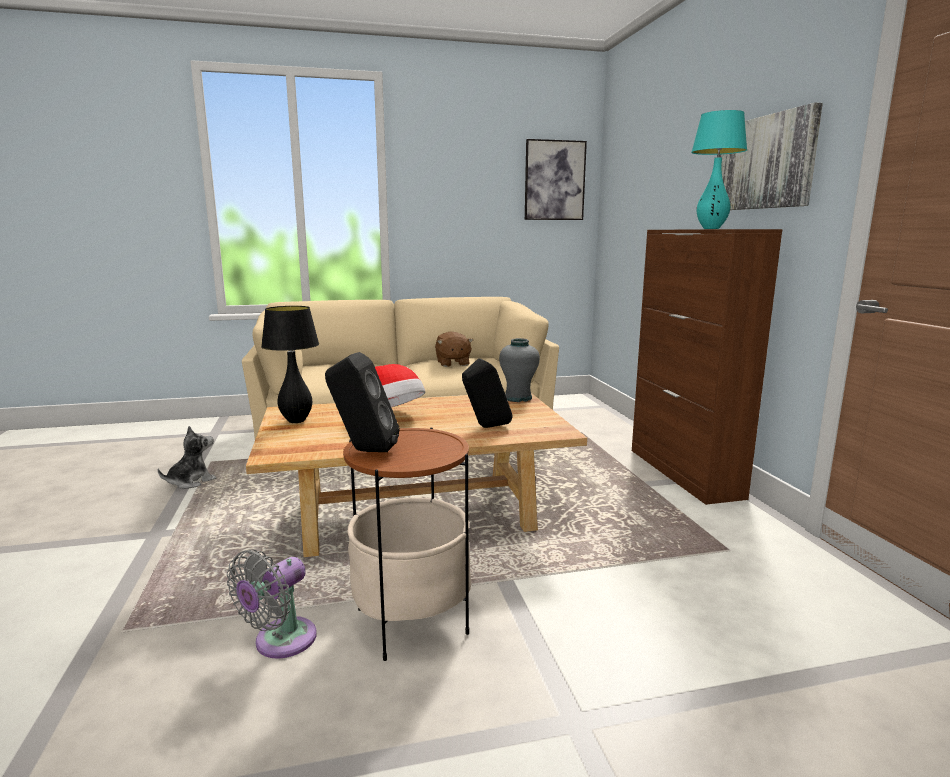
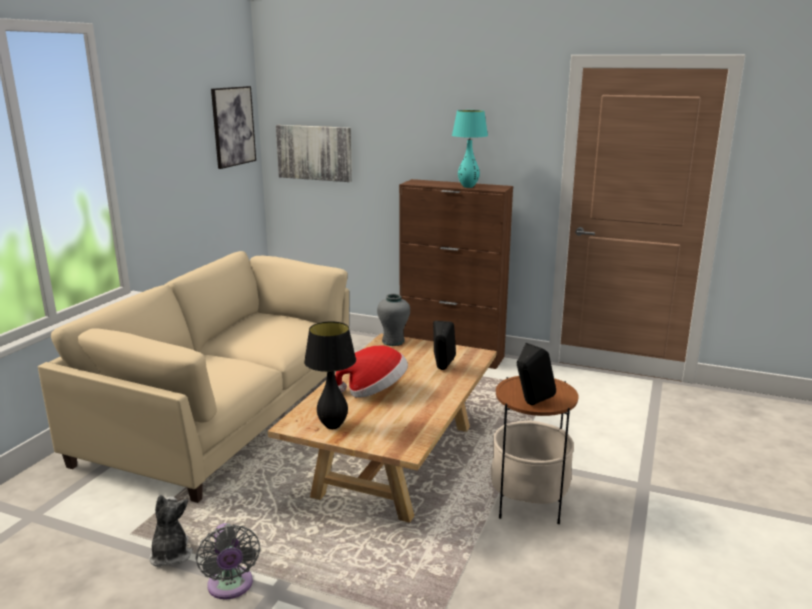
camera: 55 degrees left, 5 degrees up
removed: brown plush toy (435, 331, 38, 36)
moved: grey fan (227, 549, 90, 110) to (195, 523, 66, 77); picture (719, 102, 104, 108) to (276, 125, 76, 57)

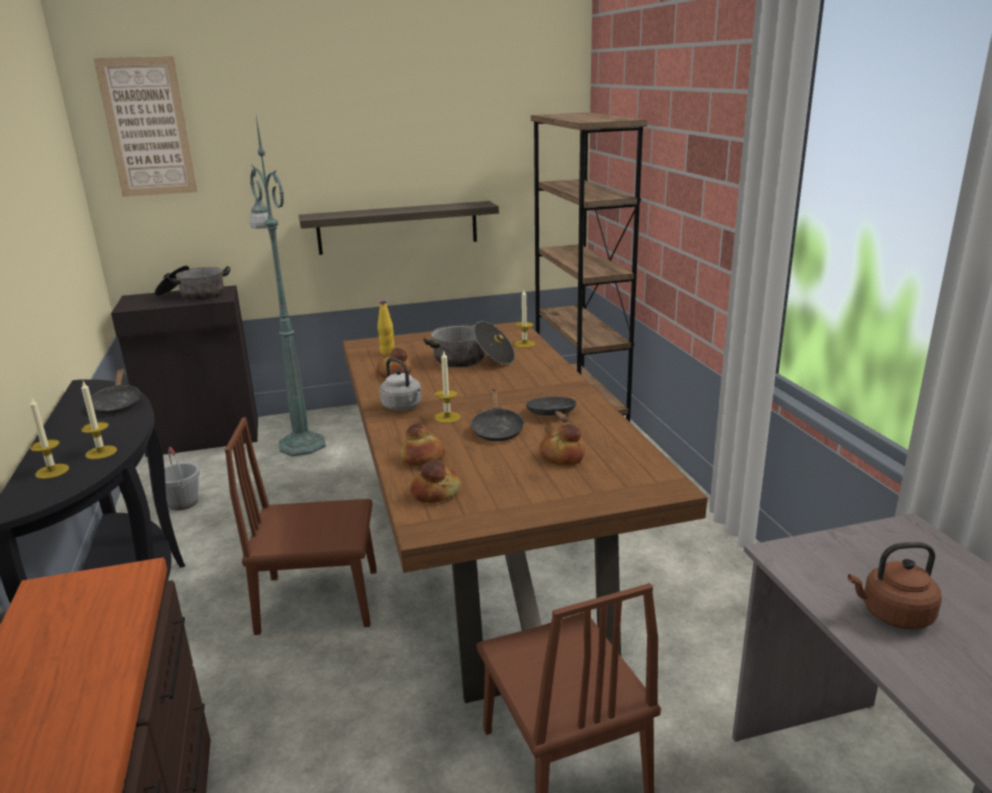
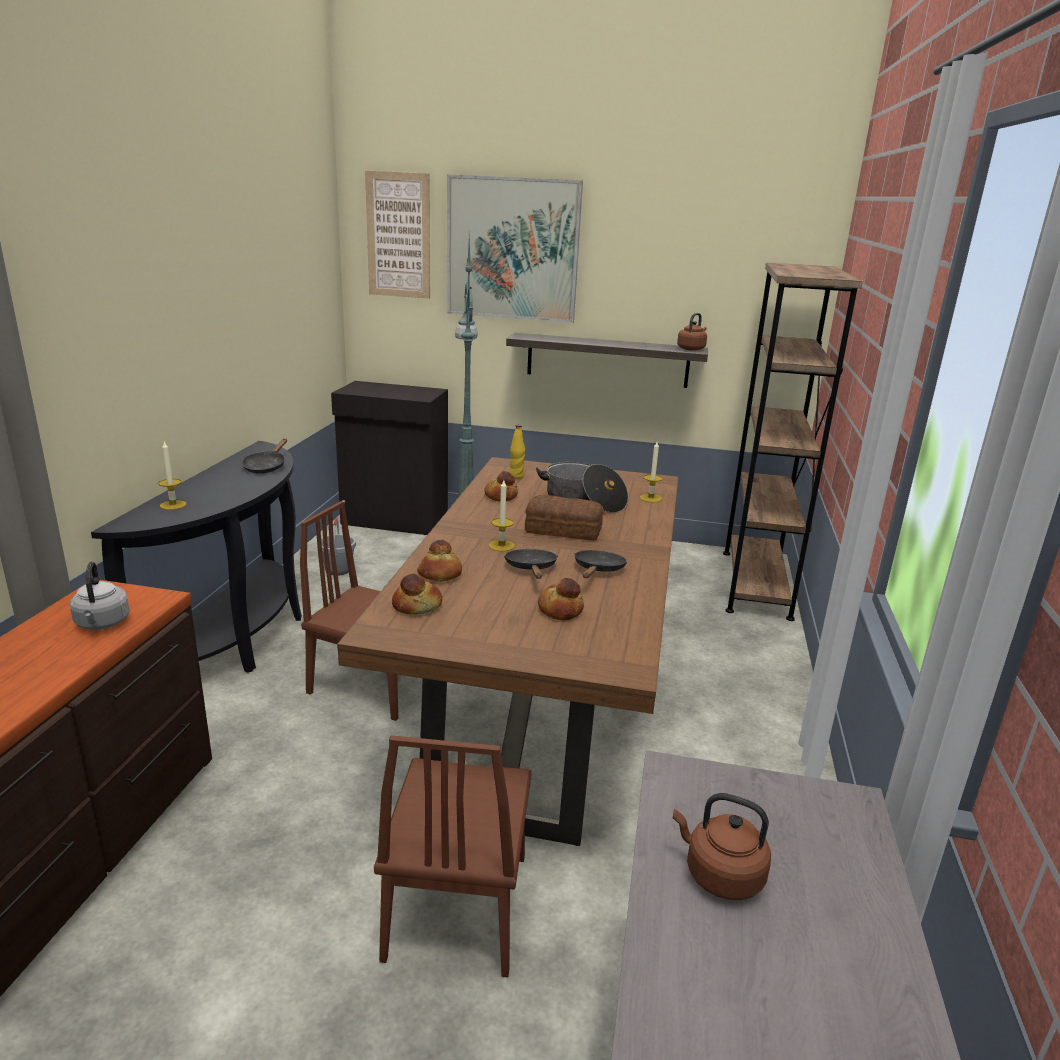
camera: 25 degrees right, 0 degrees up
removed: candle (81, 382, 36, 77); cooking pot (154, 266, 76, 34)
added: picture (447, 174, 136, 149); bread (525, 495, 79, 46); brown kettle (677, 313, 30, 38)
moved: grey kettle (379, 358, 43, 53) to (70, 561, 60, 69)
turned: black frying pan (470, 389, 55, 53) = (504, 549, 54, 30) 150 degrees clockwise

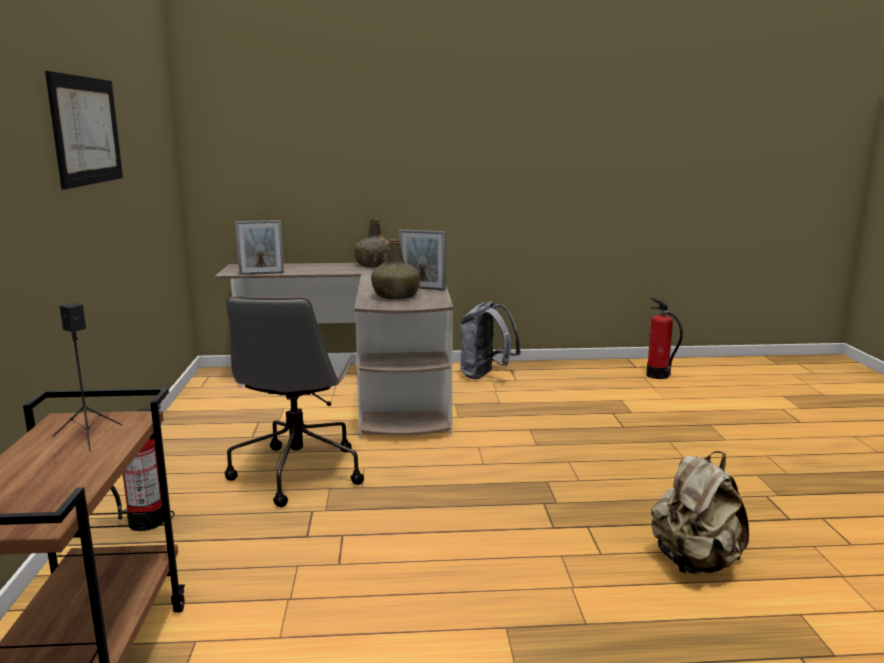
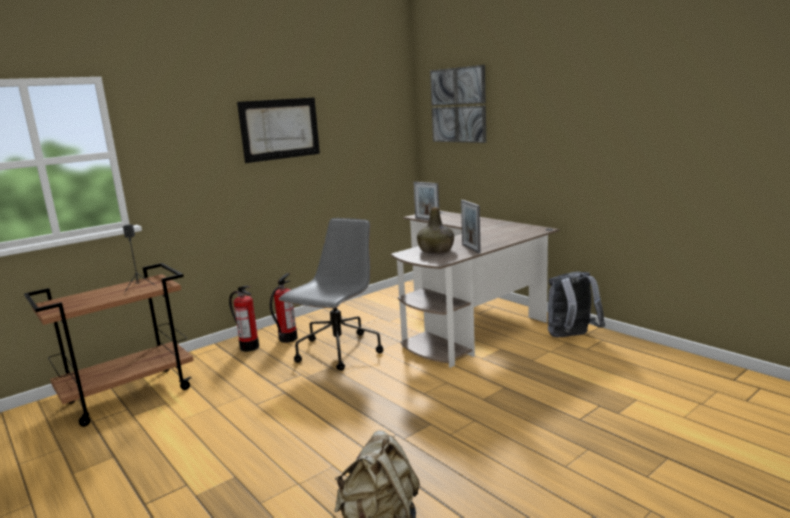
camera: 55 degrees right, 0 degrees up
removed: green bottle (354, 218, 35, 49)
added: picture (430, 65, 56, 78)
moved: fire extinguisher (646, 298, 37, 81) to (270, 273, 28, 70)
turned: grey office chair (224, 296, 140, 211) = (279, 218, 104, 153) 150 degrees clockwise

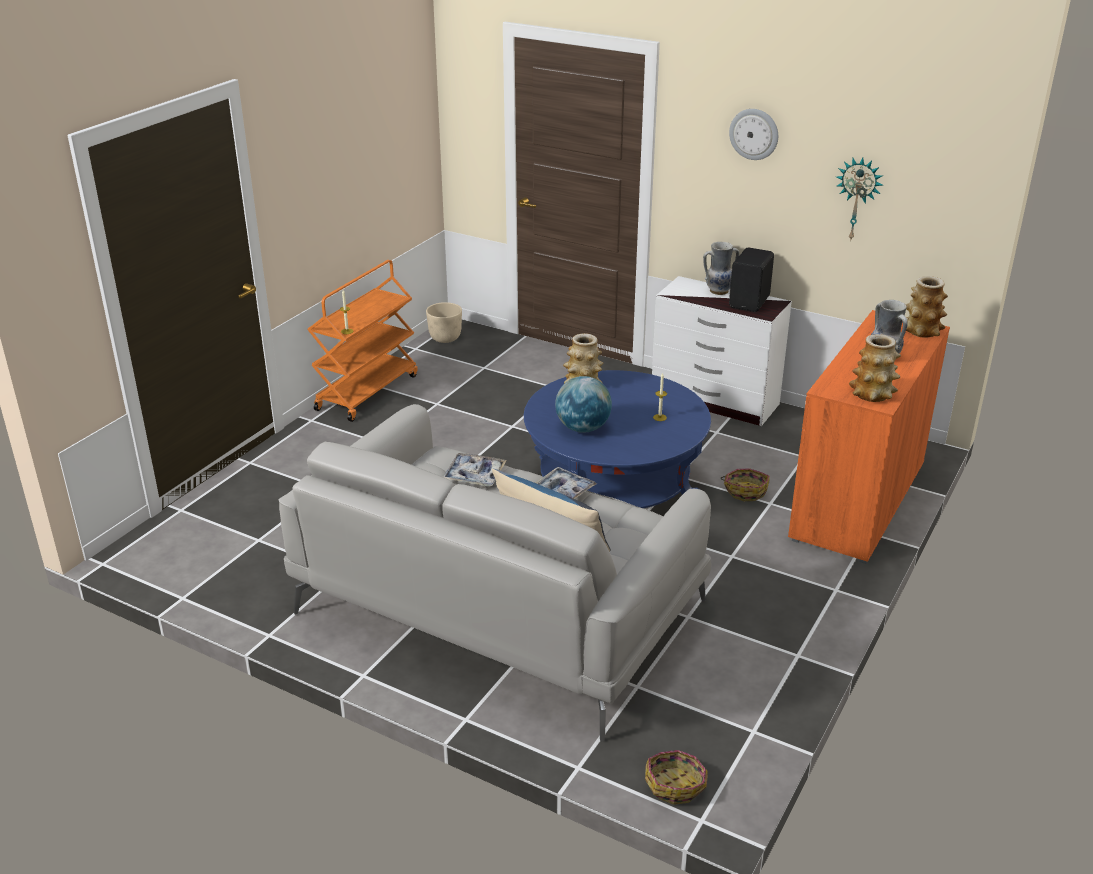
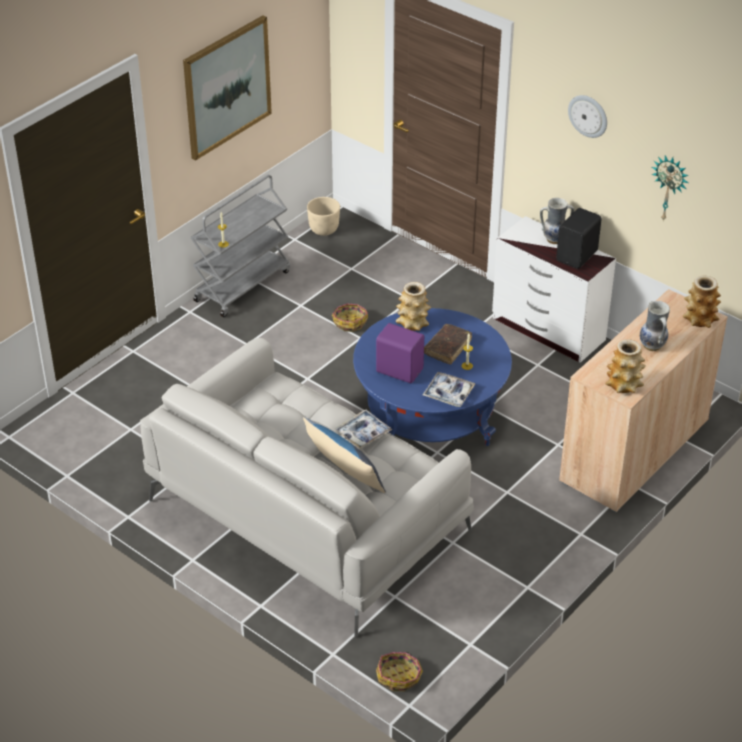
camera: 10 degrees right, 10 degrees up
added: picture (183, 15, 89, 145); brown book (424, 324, 48, 41)
moved: tray (443, 453, 64, 33) to (423, 372, 53, 35); basket (721, 468, 49, 33) to (332, 304, 36, 28)
replaced: globe (555, 376, 57, 57) to purple speaker (376, 323, 48, 61)
recoloured: orange cart (307, 260, 111, 162) to grey cart (190, 175, 100, 142); orange cabinet (788, 310, 162, 254) to beige cabinet (559, 289, 169, 224)

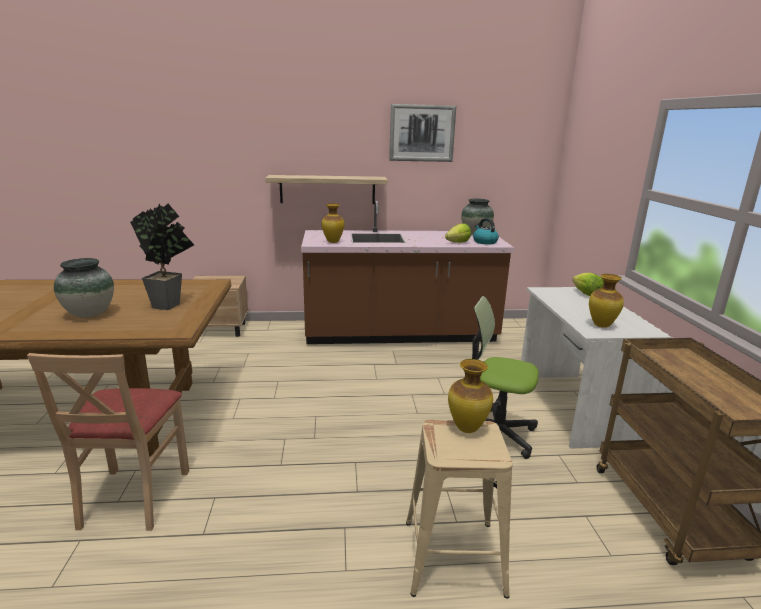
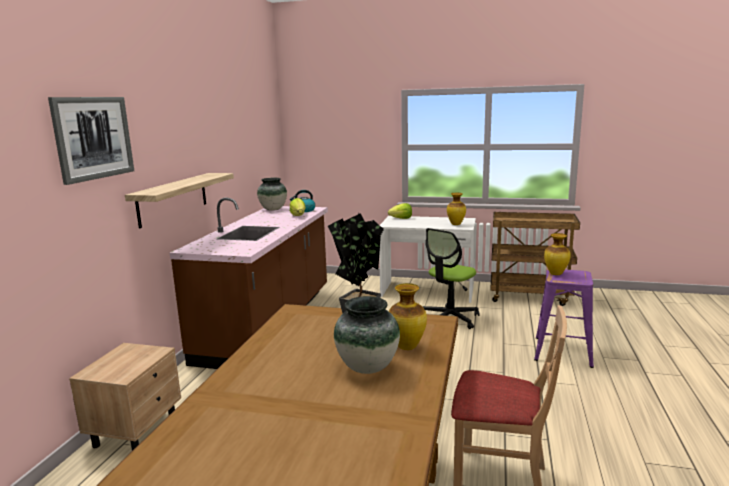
camera: 70 degrees left, 5 degrees down
moved: vase (321, 204, 24, 39) to (389, 283, 38, 67); picture (389, 104, 67, 58) to (48, 97, 86, 88)
recoloured: beige stool (406, 420, 107, 179) to purple stool (534, 269, 60, 99)

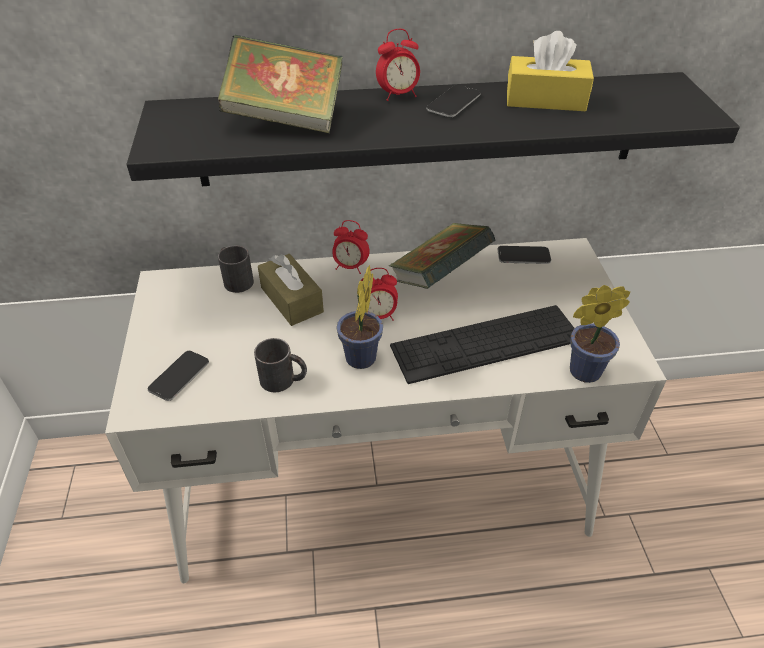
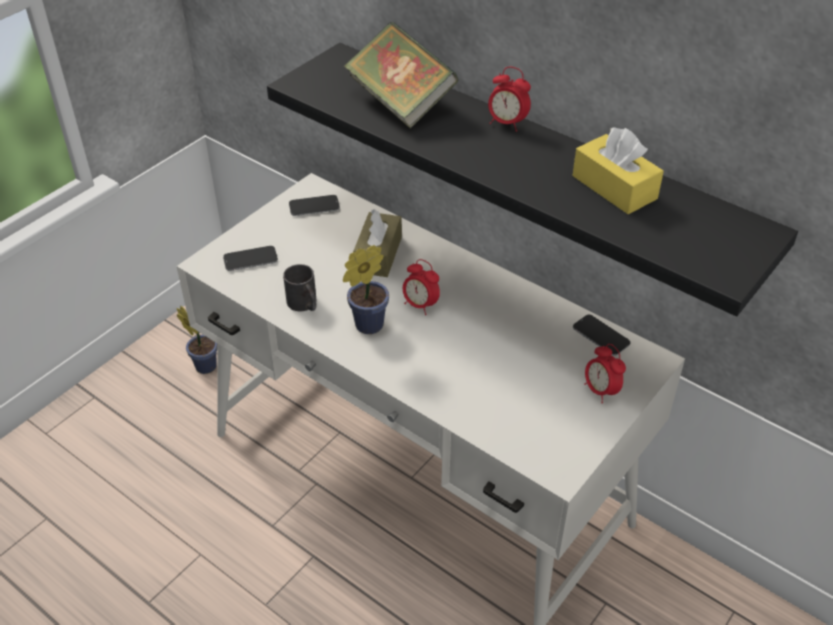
camera: 45 degrees right, 0 degrees up
removed: black mug (218, 245, 36, 48); book (389, 223, 106, 66); keyboard (390, 305, 185, 79)
moved: alarm clock (332, 220, 37, 54) to (584, 344, 42, 59); phone (426, 85, 55, 33) to (289, 195, 51, 21); potted plant (570, 285, 60, 98) to (177, 306, 40, 68)

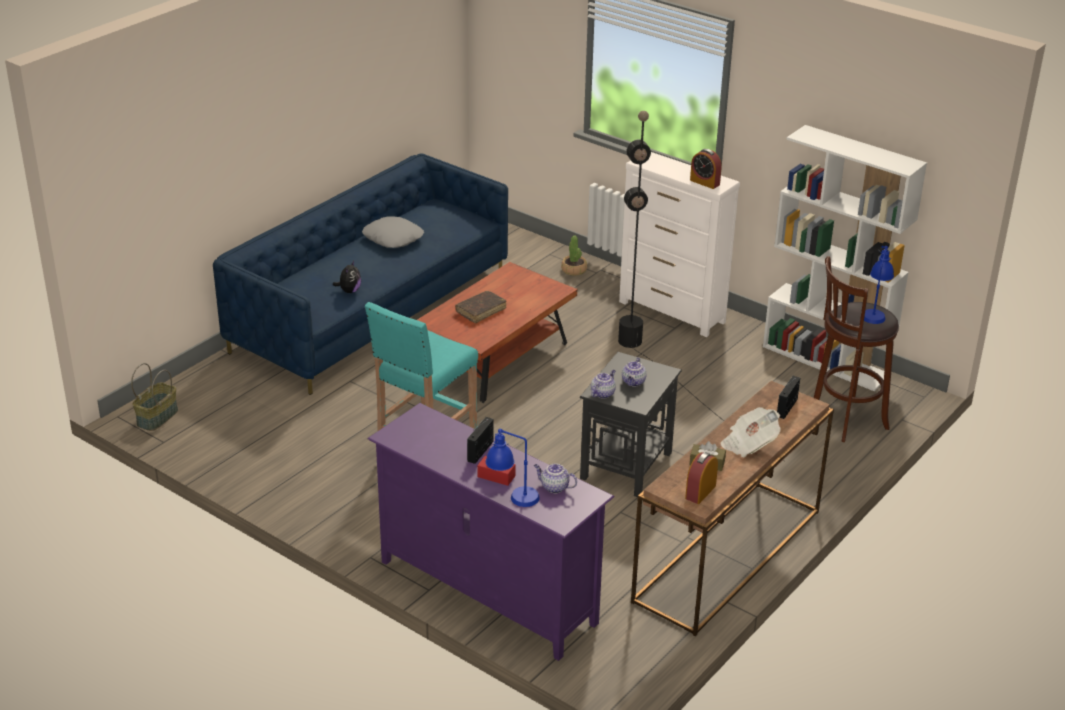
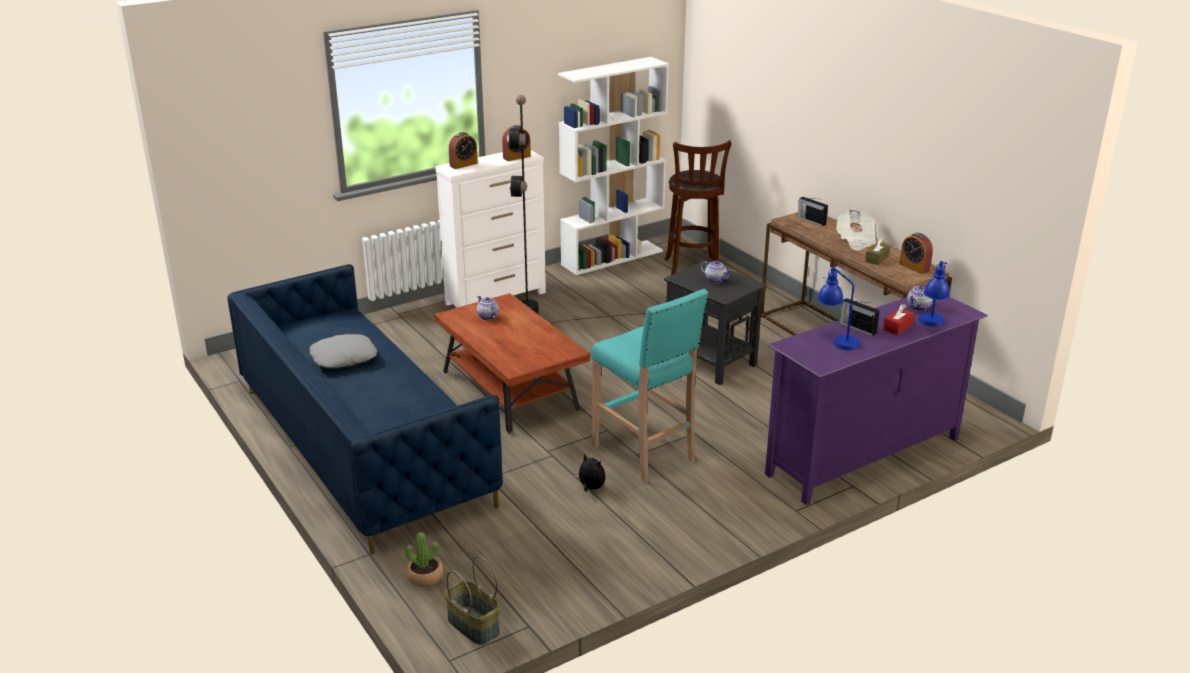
camera: 70 degrees left, 5 degrees down
removed: brown book (455, 291, 51, 32)
added: alarm clock (449, 132, 29, 37)
moved: plush toy (333, 261, 28, 32) to (574, 453, 31, 39); potted plant (561, 236, 26, 40) to (405, 532, 38, 55); teapot (591, 370, 25, 29) to (477, 296, 22, 24); blue table lamp (864, 245, 30, 79) to (817, 266, 43, 84)

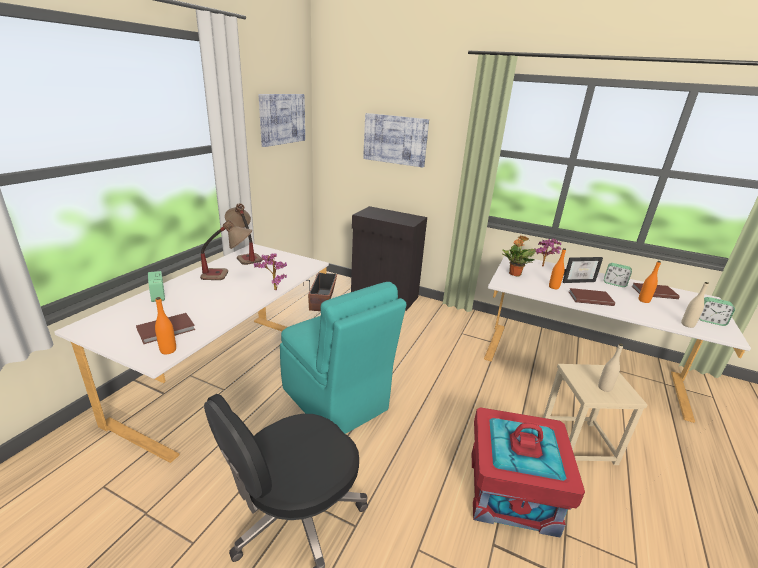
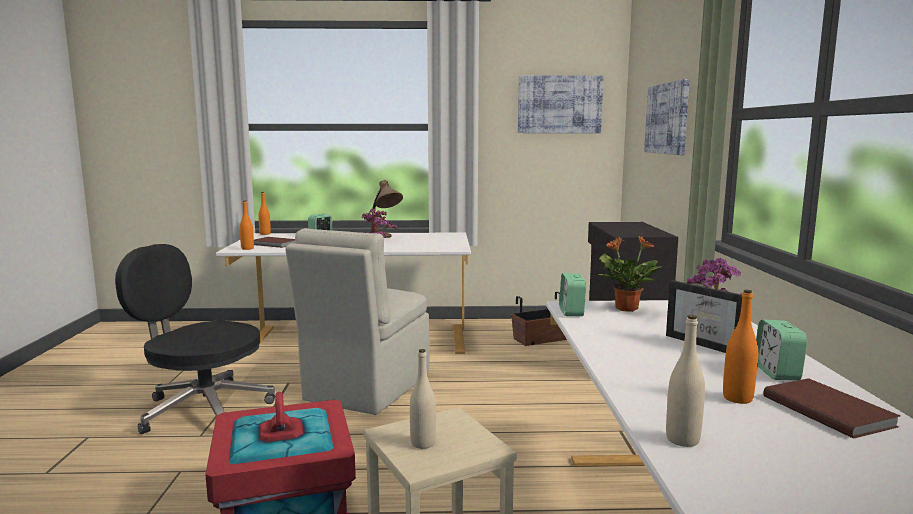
camera: 65 degrees right, 15 degrees down
removed: table lamp (225, 203, 37, 62); brown book (569, 288, 46, 18)
moved: orange bottle (549, 248, 17, 41) to (258, 192, 13, 43); alarm clock (699, 297, 36, 29) to (559, 273, 27, 43)
recoloured: turquoise chair (280, 282, 127, 152) to beige chair (285, 228, 145, 187)

